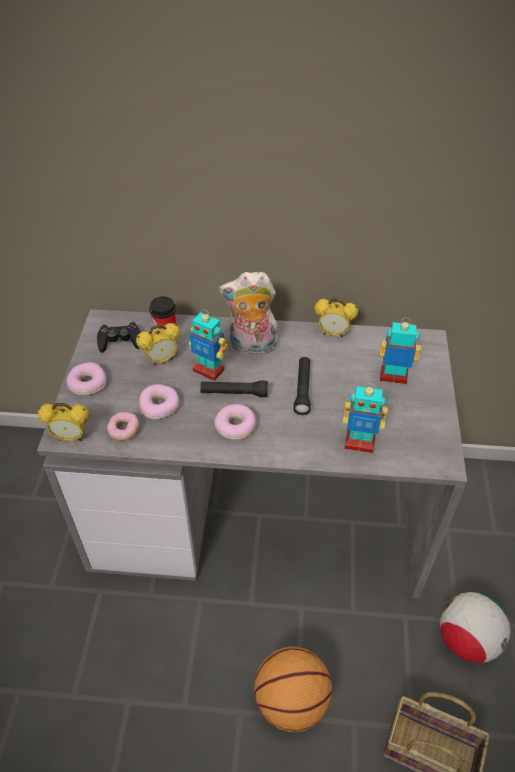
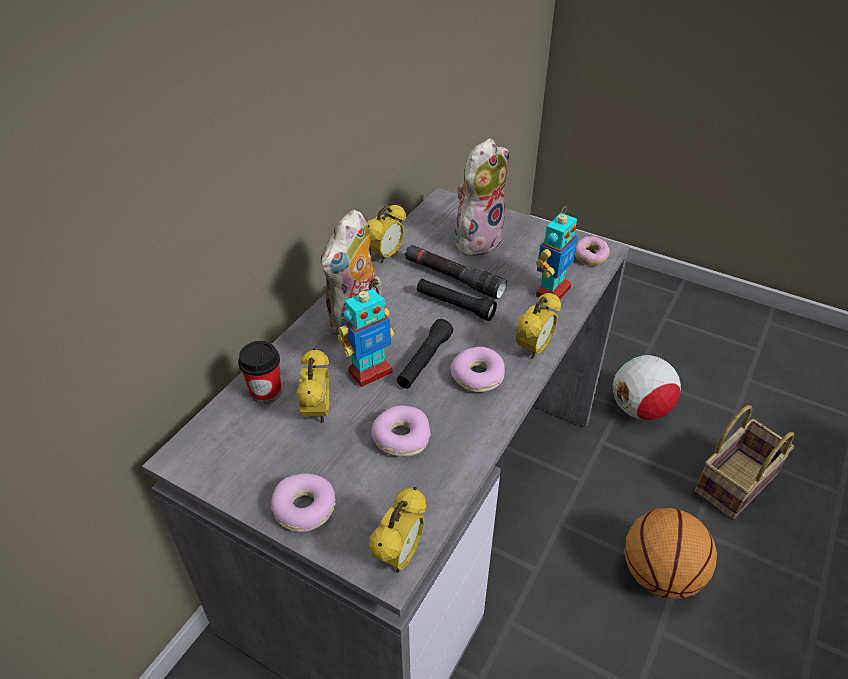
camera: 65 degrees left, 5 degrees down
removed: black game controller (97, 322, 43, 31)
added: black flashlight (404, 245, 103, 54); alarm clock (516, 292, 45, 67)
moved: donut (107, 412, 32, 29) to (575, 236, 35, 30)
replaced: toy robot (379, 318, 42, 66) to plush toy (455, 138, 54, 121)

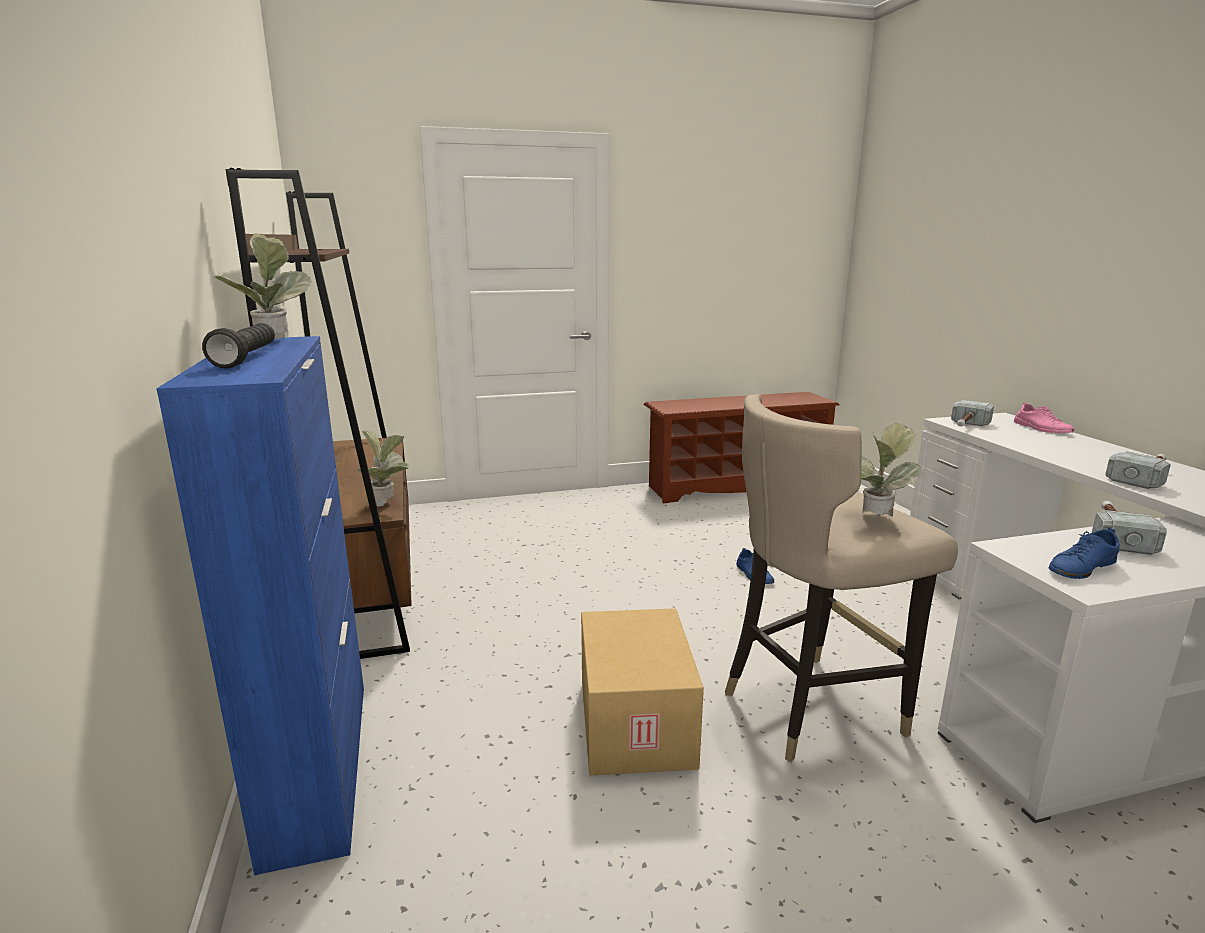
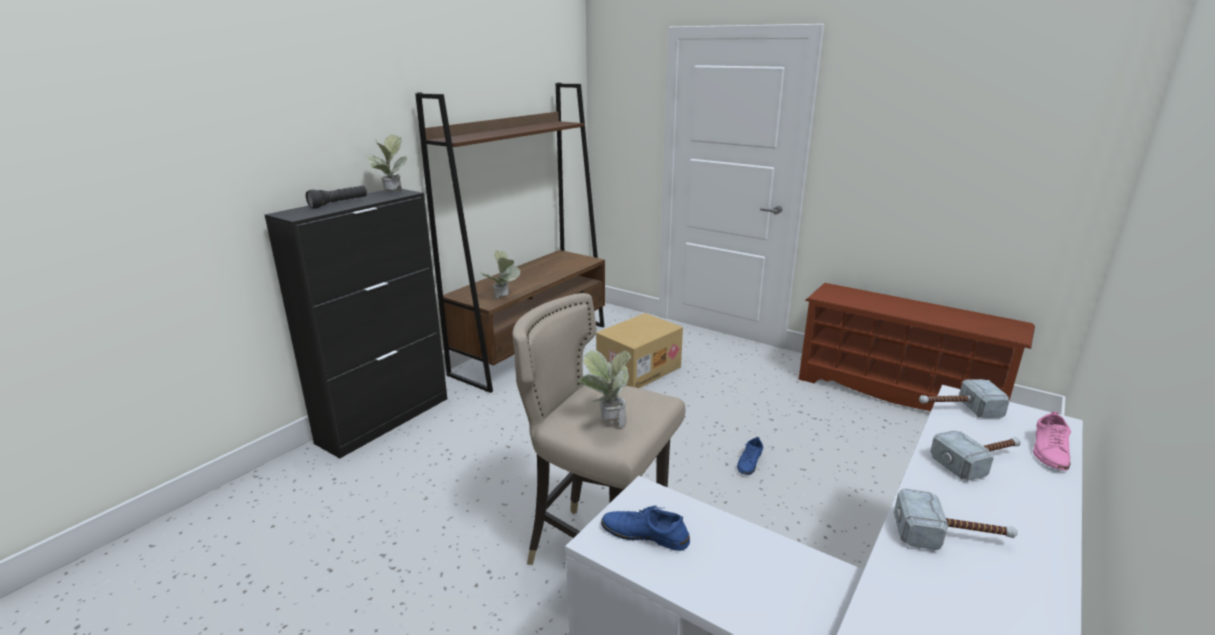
camera: 50 degrees right, 5 degrees up
moved: cardboard box (581, 608, 123, 167) to (596, 313, 87, 75); hammer (1092, 501, 75, 54) to (930, 430, 91, 50)
recoloured: blue cabinet (156, 336, 208, 539) to black cabinet (265, 189, 182, 269)

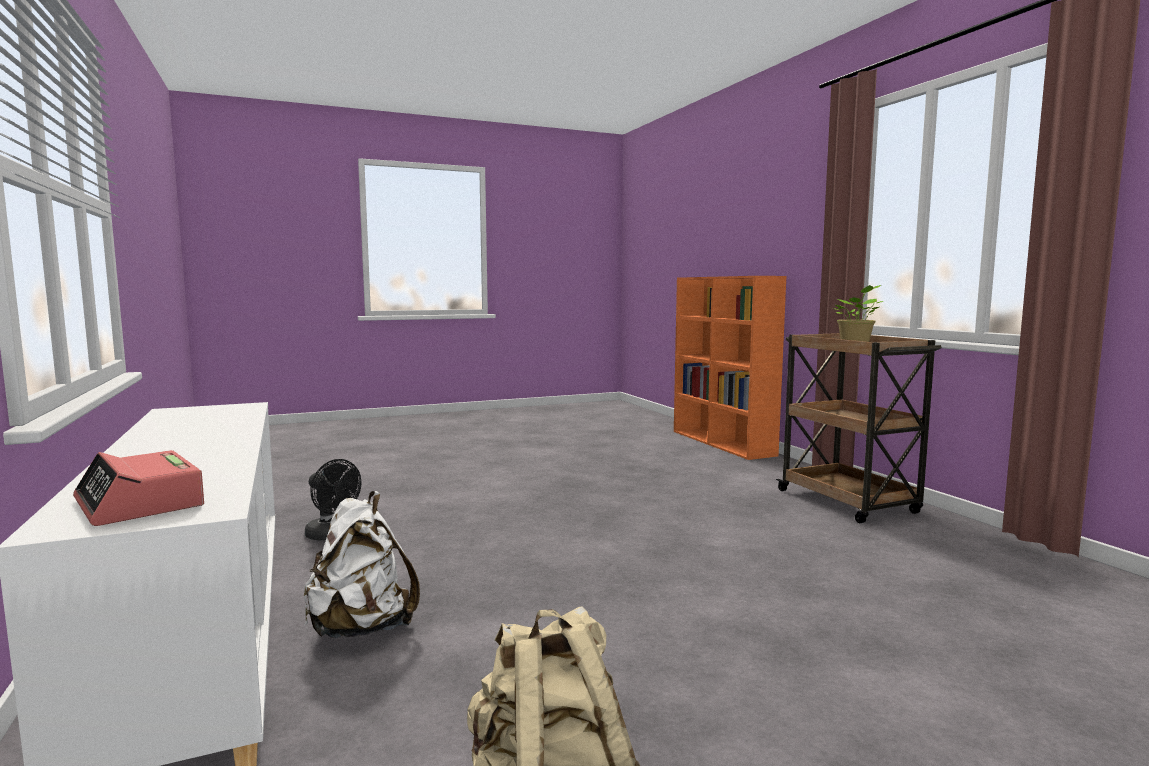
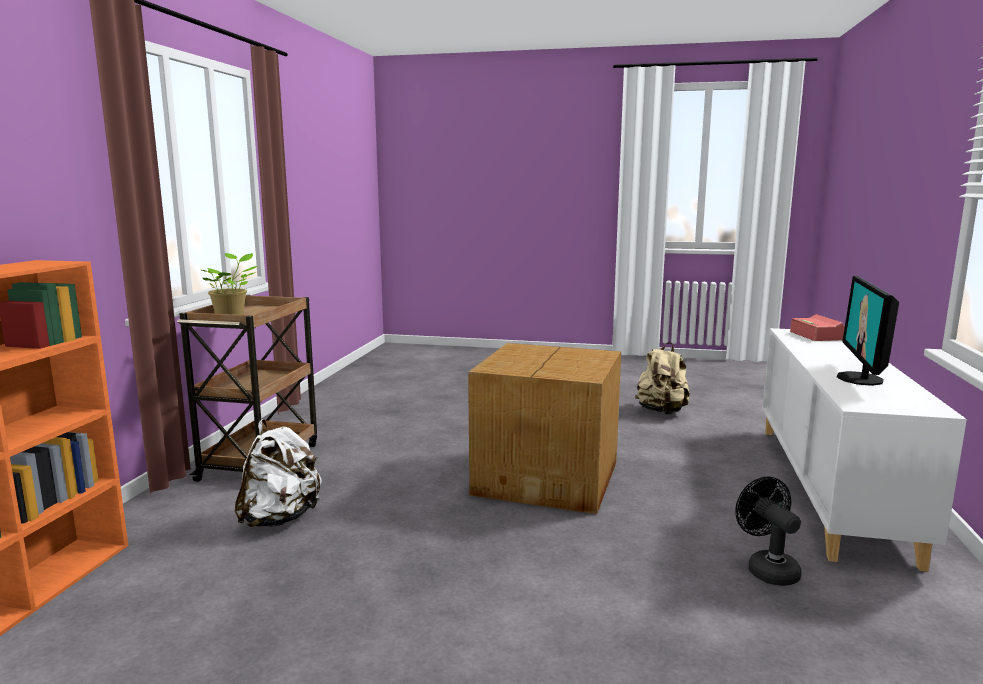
camera: 145 degrees left, 5 degrees up
added: cardboard box (468, 343, 153, 171); monitor (837, 276, 62, 110)
moved: white backpack (304, 491, 116, 147) to (235, 419, 87, 108)

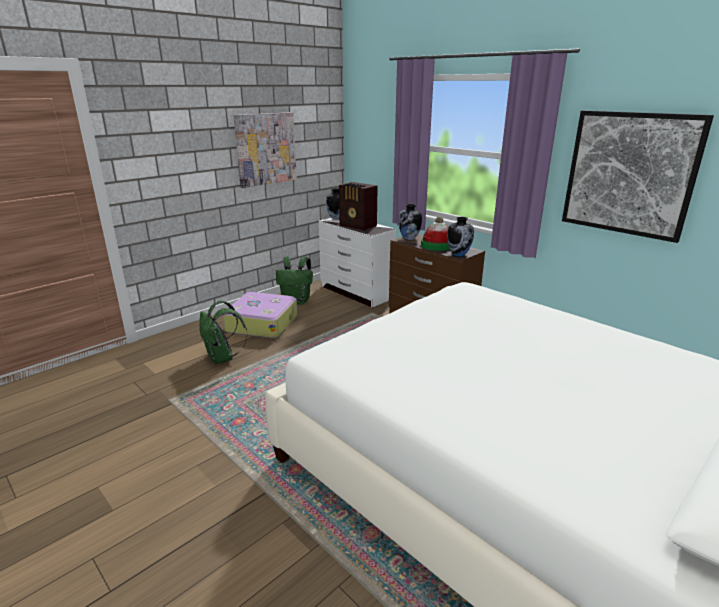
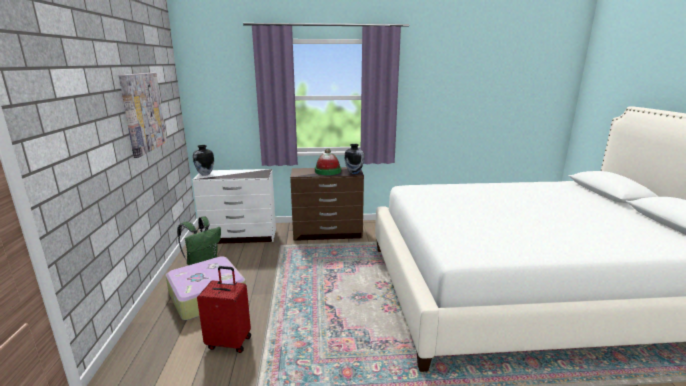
camera: 50 degrees left, 5 degrees down
removed: radio (339, 182, 39, 49); vase (398, 204, 24, 36); picture (562, 110, 152, 133)
replaced: green backpack (200, 301, 47, 63) to red suitcase (197, 266, 54, 87)

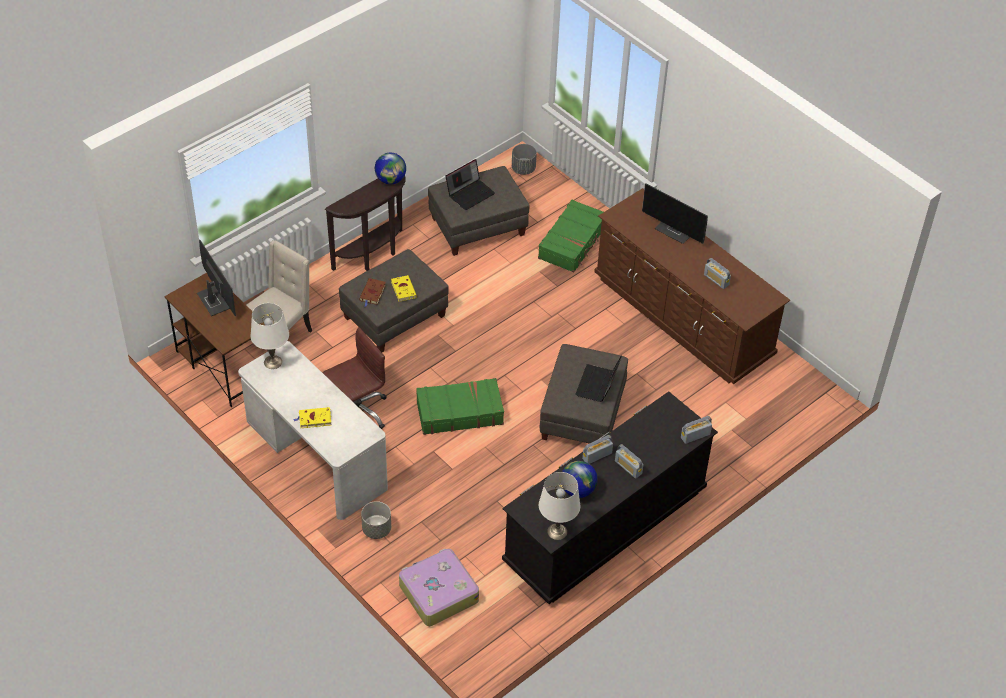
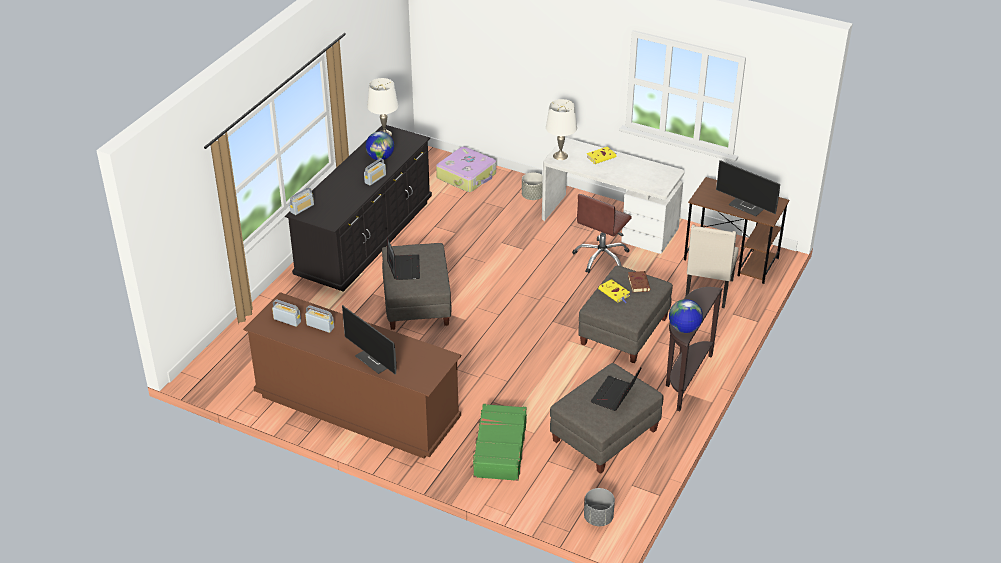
camera: 160 degrees right, 10 degrees down
removed: green suitcase (416, 378, 88, 57)
moved: white table lamp (251, 303, 38, 66) to (546, 99, 31, 61); radio (615, 444, 29, 35) to (272, 299, 29, 28)
turned: monitor (642, 183, 66, 61) = (342, 305, 55, 70) 150 degrees counterclockwise

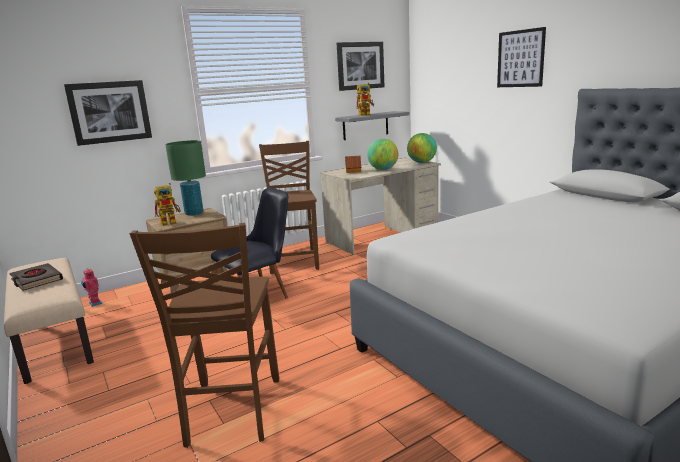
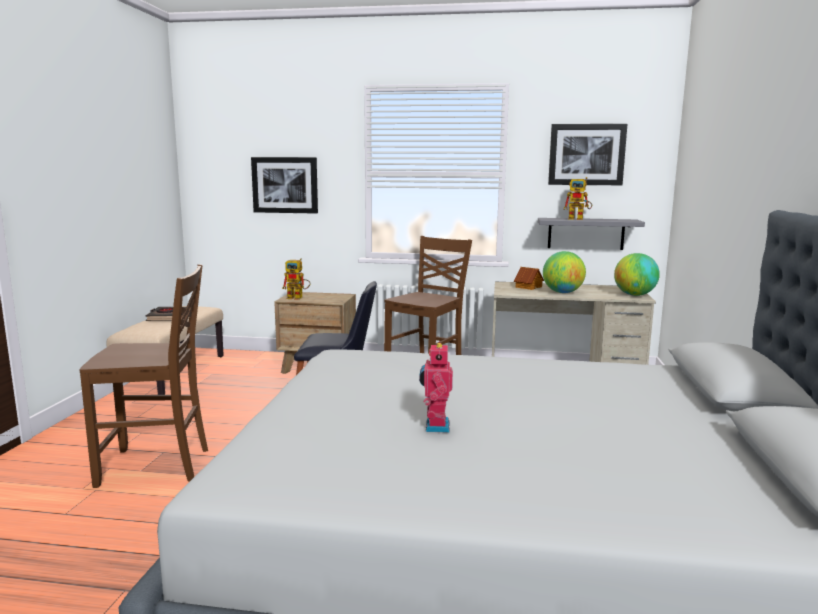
camera: 40 degrees right, 5 degrees down
removed: green table lamp (165, 140, 41, 76); picture (497, 27, 49, 60)
moved: toy robot (81, 269, 21, 38) to (419, 341, 34, 92)
turned: brown chair (130, 223, 149, 225) = (80, 264, 128, 224) 135 degrees counterclockwise

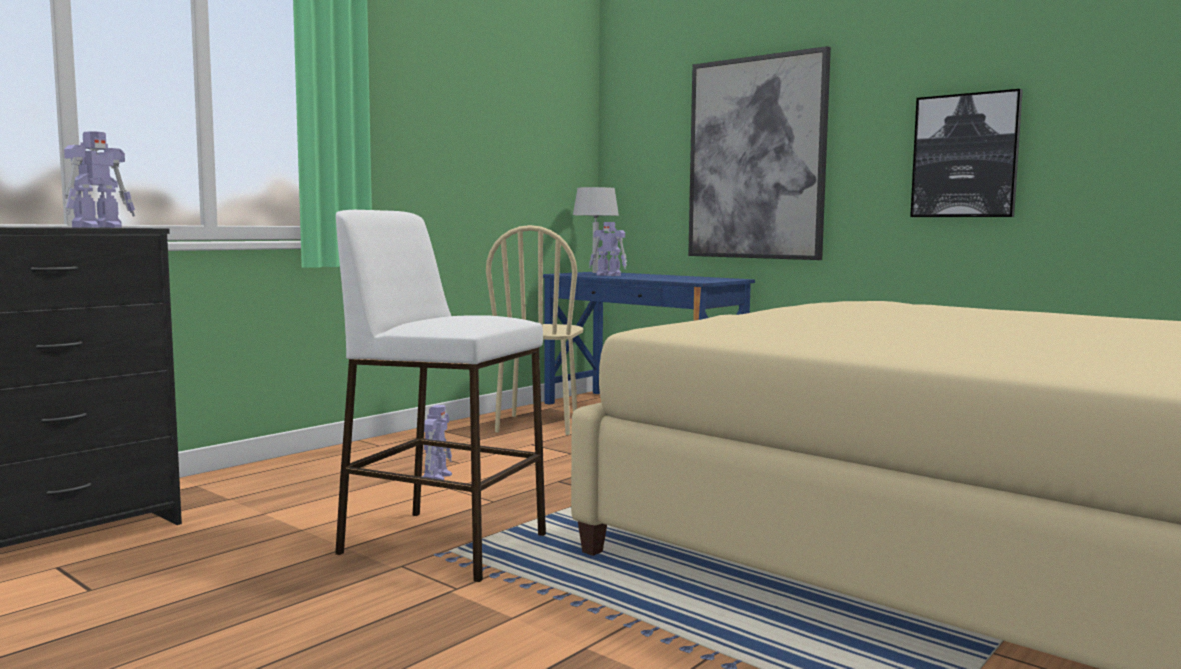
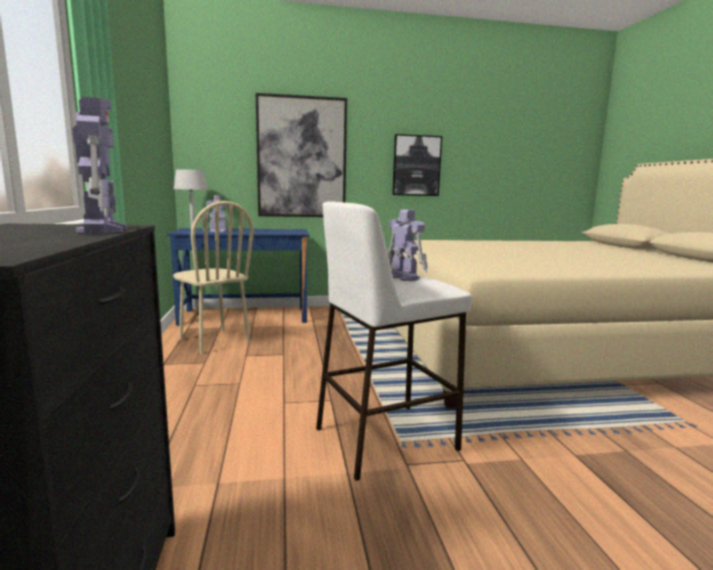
camera: 50 degrees left, 5 degrees up
moved: toy robot (422, 405, 30, 75) to (387, 210, 41, 71)

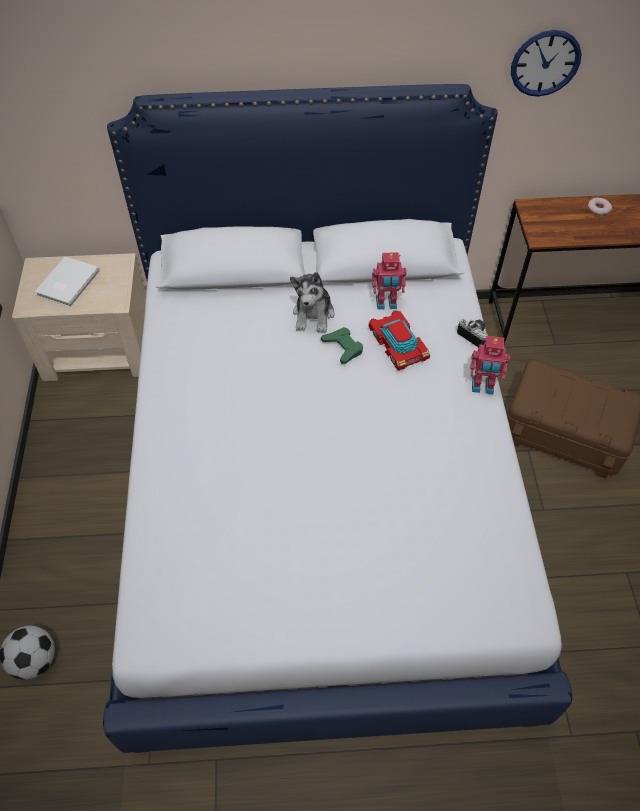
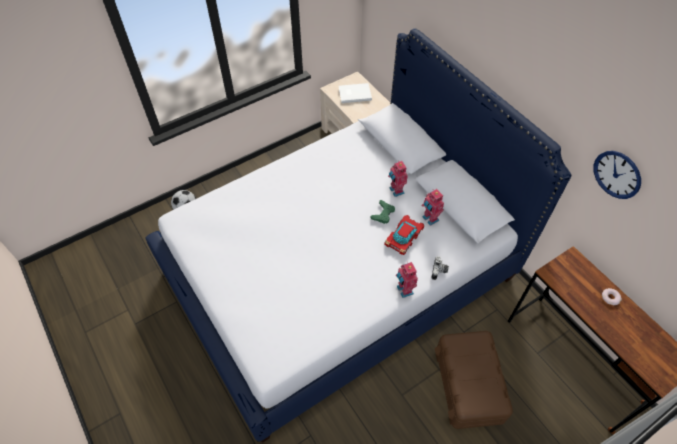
camera: 60 degrees right, 0 degrees up
replaced: plush toy (290, 272, 45, 61) to toy robot (388, 160, 20, 37)

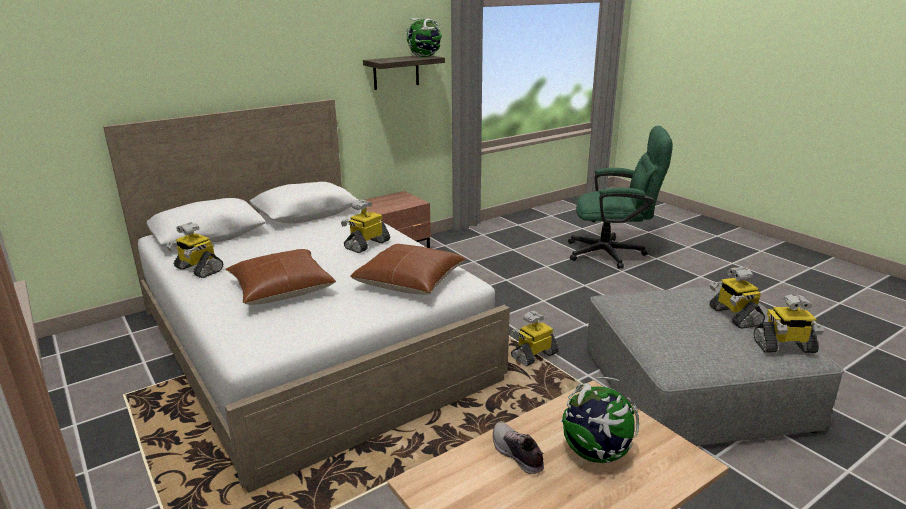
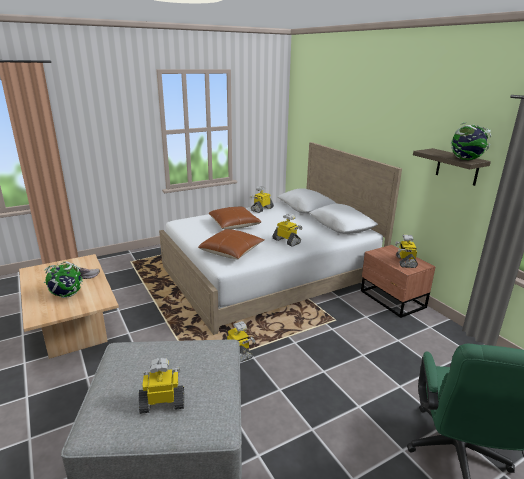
camera: 95 degrees right, 0 degrees up
moved: toy robot (753, 294, 71, 59) to (395, 234, 23, 34)

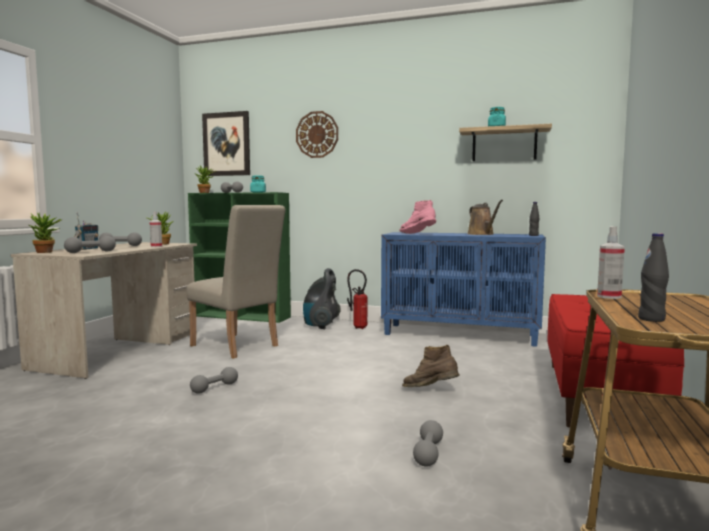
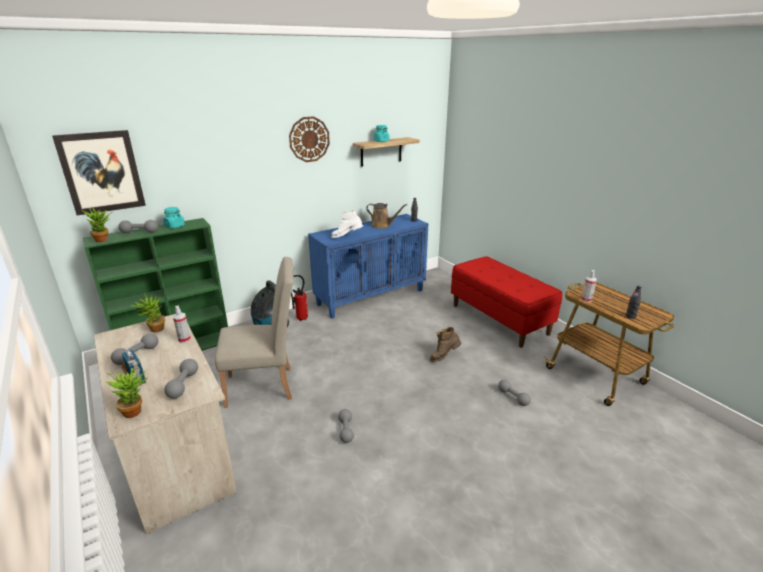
camera: 50 degrees left, 20 degrees up
moved: wall clock (296, 111, 42, 47) to (289, 116, 41, 46)
recoloured: pink boot (399, 200, 37, 34) to white boot (331, 210, 32, 28)

